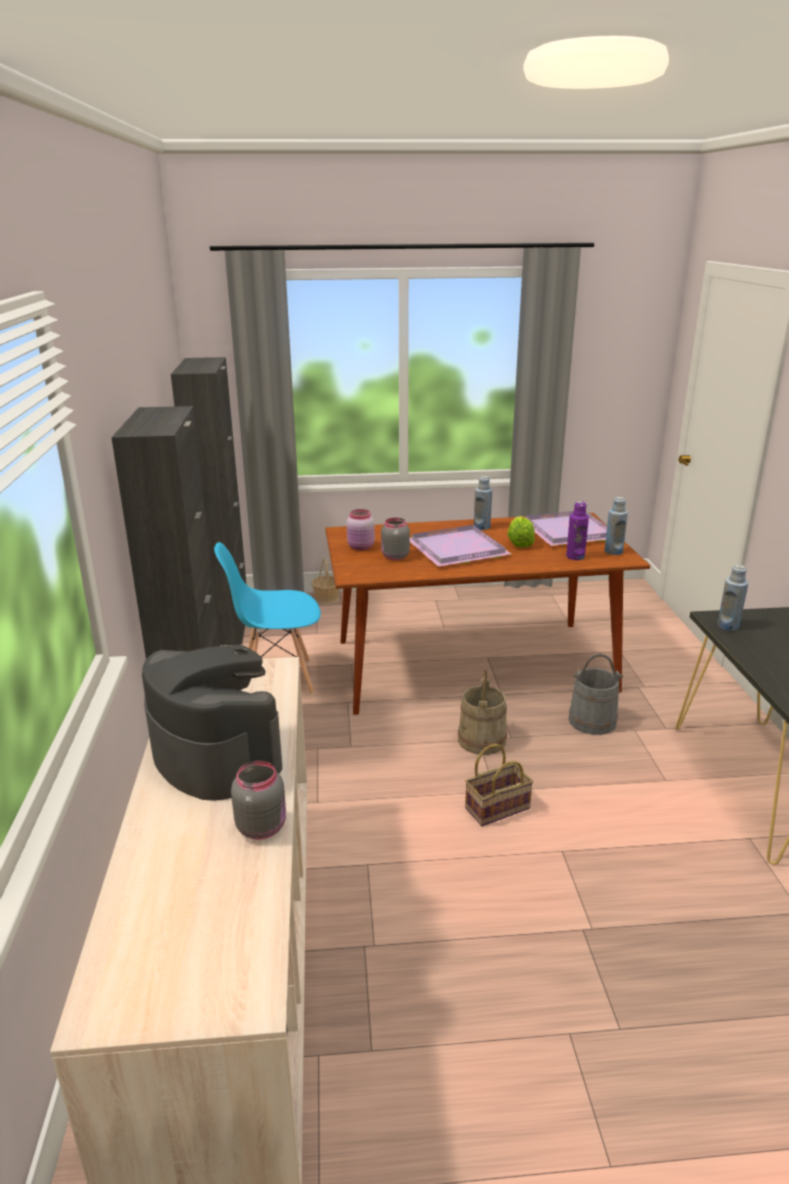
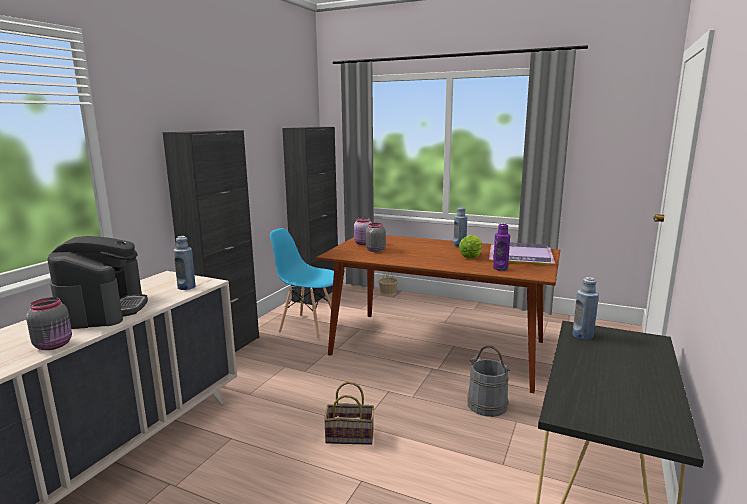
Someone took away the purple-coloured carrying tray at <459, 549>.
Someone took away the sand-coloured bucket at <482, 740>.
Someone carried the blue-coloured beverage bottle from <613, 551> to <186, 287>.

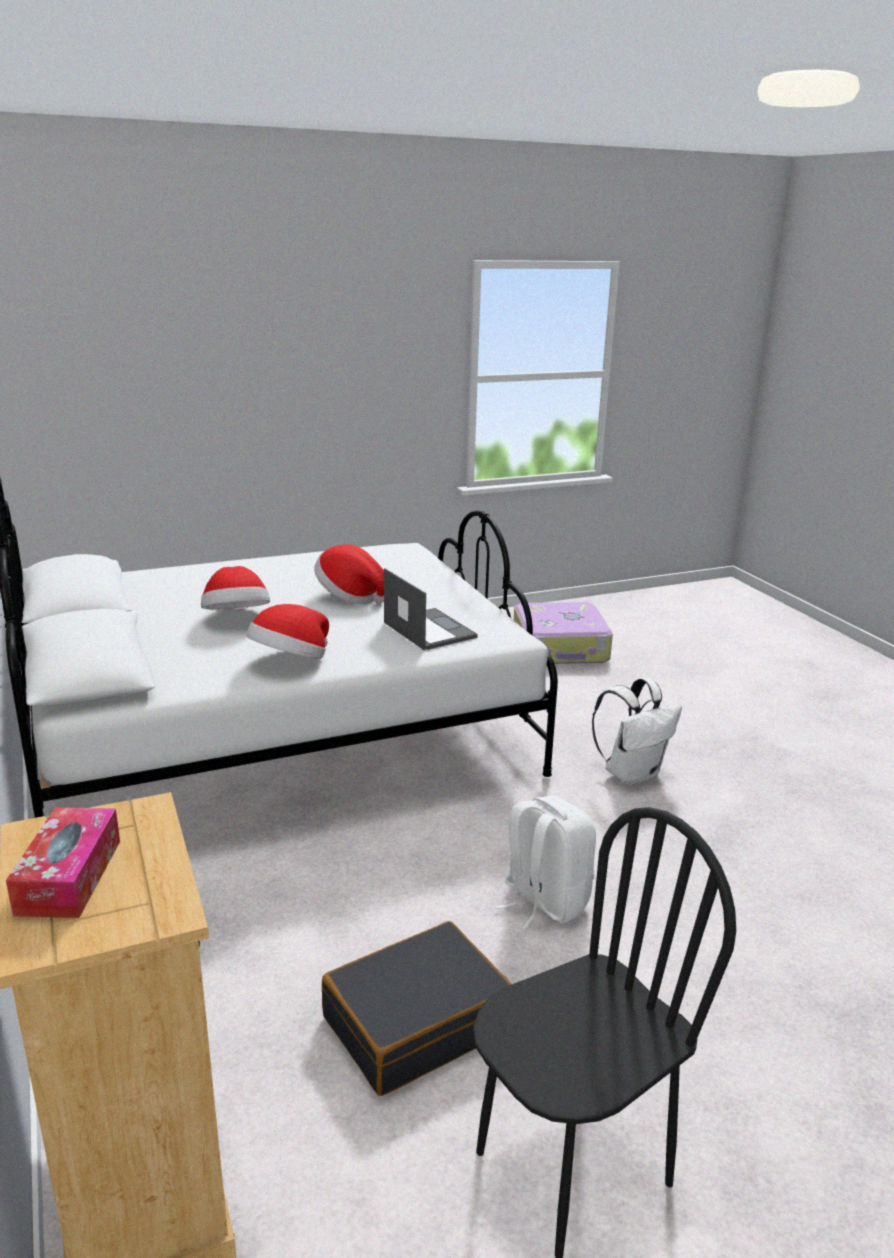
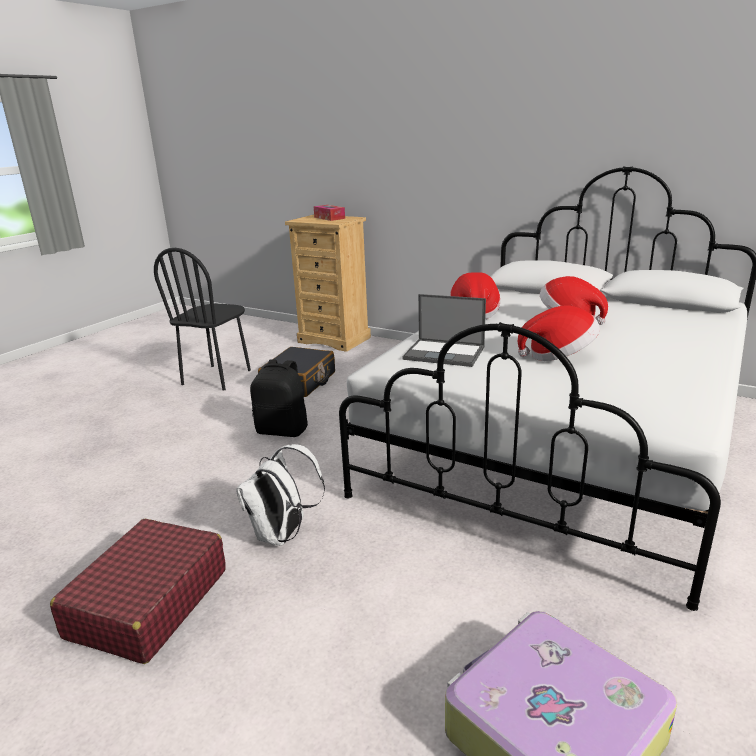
Someone repainted the whitish backpack at <543, 901>, which became the black backpack at <283, 430>.
Someone put down the red suitcase at <148, 603>.

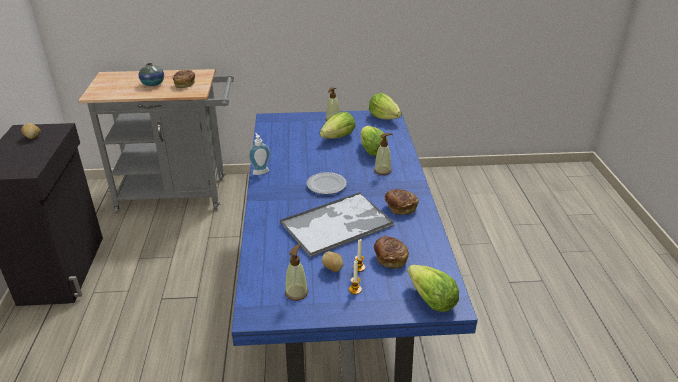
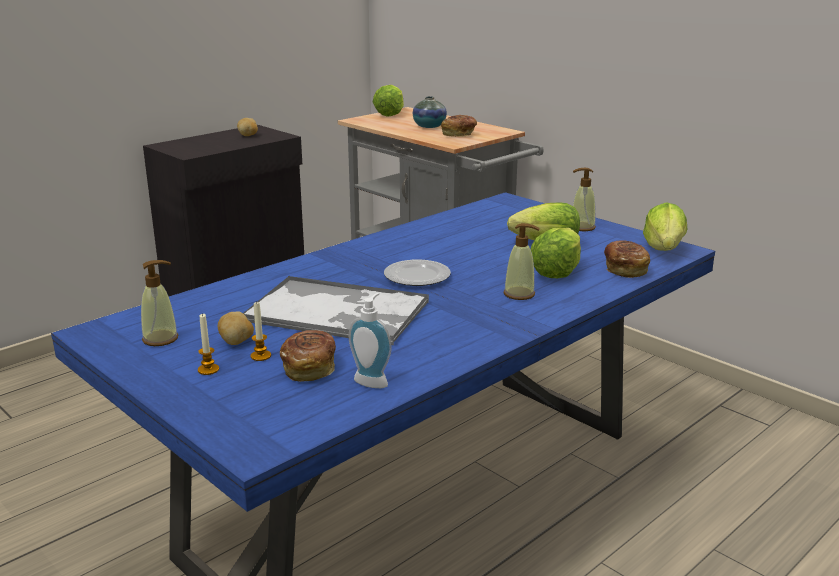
Someone carried the liquid soap bottle from <260, 171> to <373, 380>.
Someone carried the baked bread from <400, 207> to <625, 269>.
Someone carried the lettuce from <431, 301> to <389, 114>.

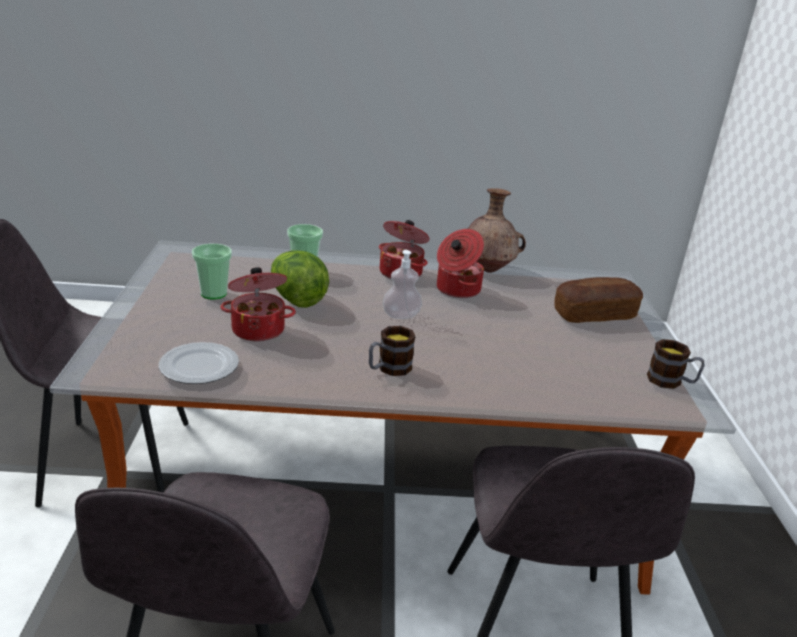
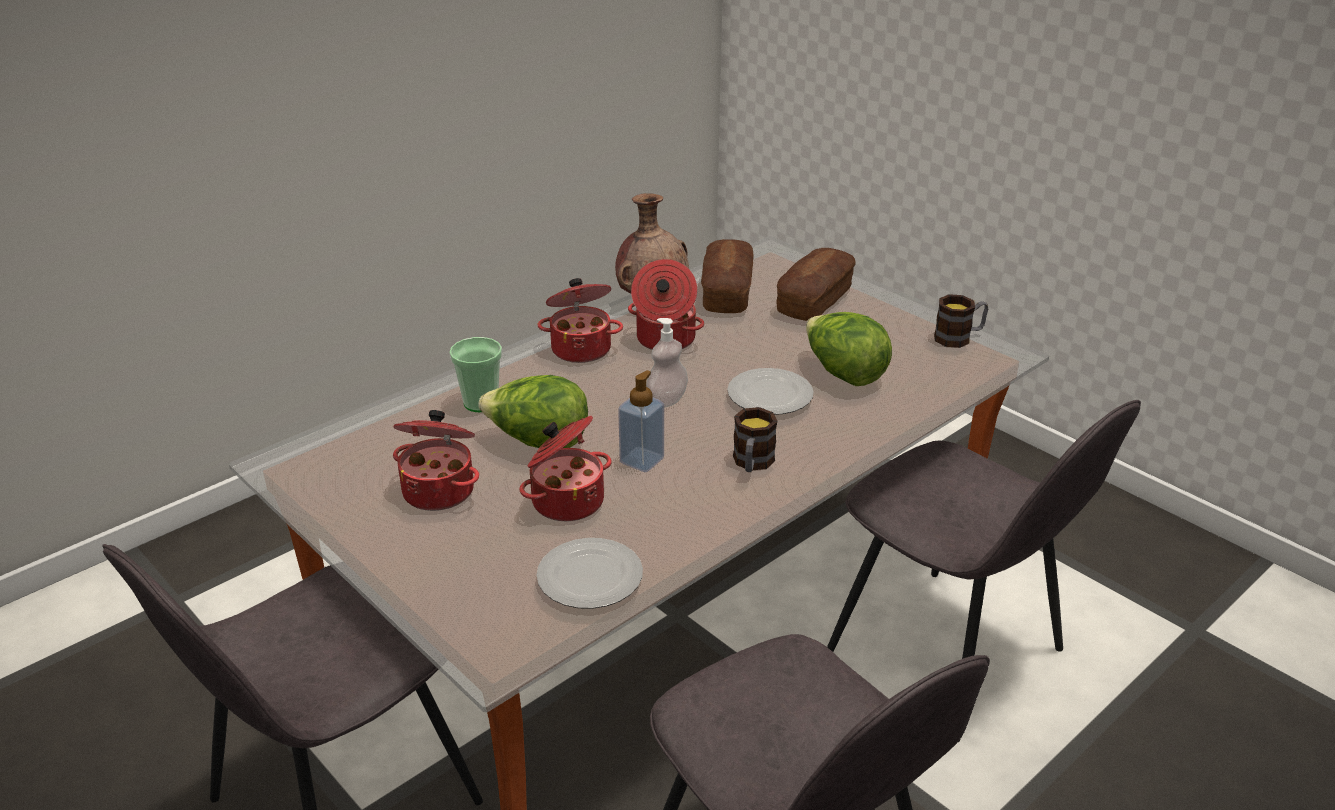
Someone swapped the drinking cup at <213, 293> for the cooking pot at <440, 490>.
Someone put down the liquid soap bottle at <642, 460>.
Someone put down the baked bread at <727, 293>.
Someone put down the plate at <769, 395>.
Someone put down the lettuce at <843, 374>.

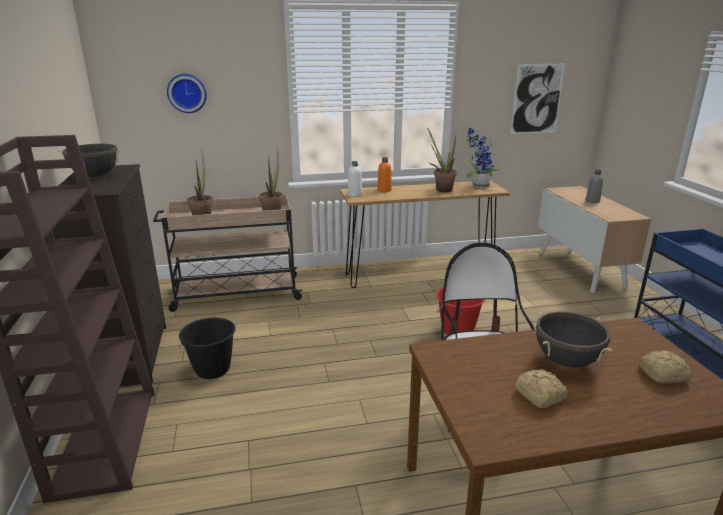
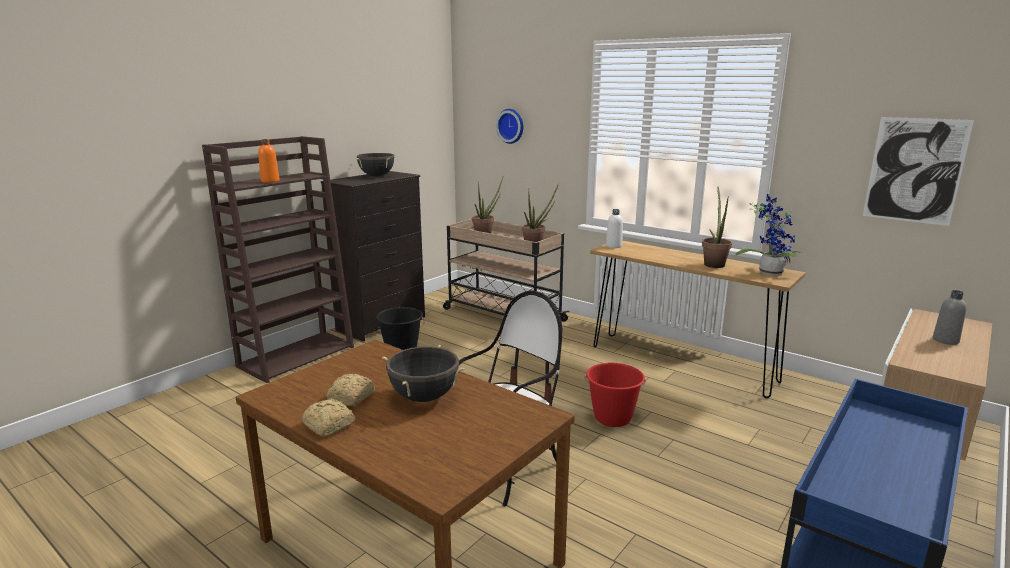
Someone carried the orangey beverage bottle from <384, 190> to <270, 181>.
Someone carried the baked bread from <664, 374> to <329, 426>.

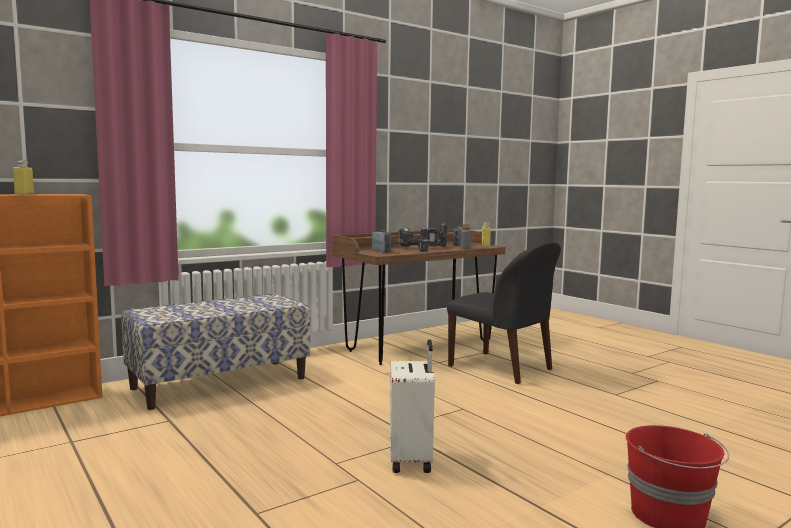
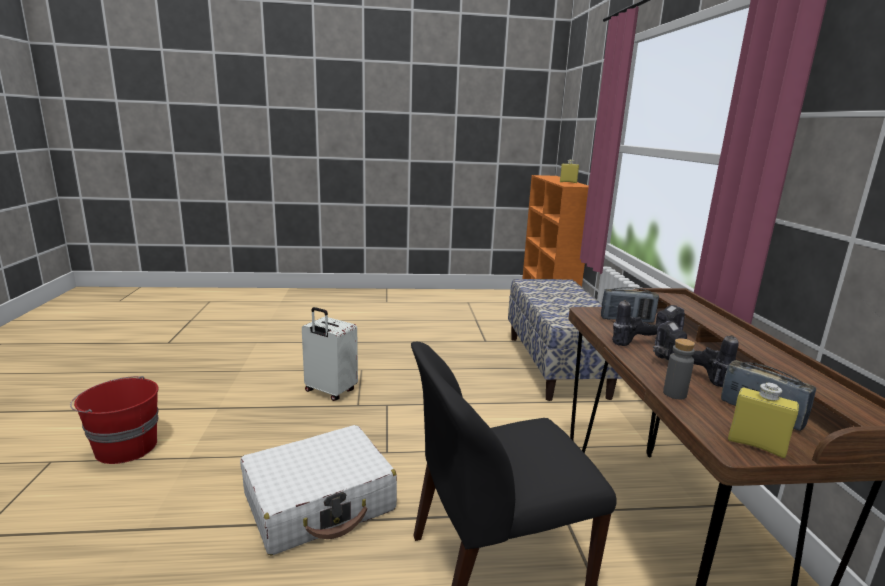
Someone put down the whitish suitcase at <320, 502>.

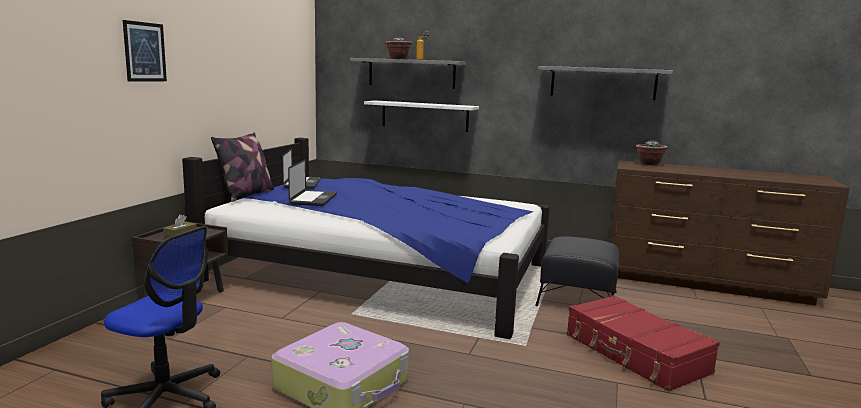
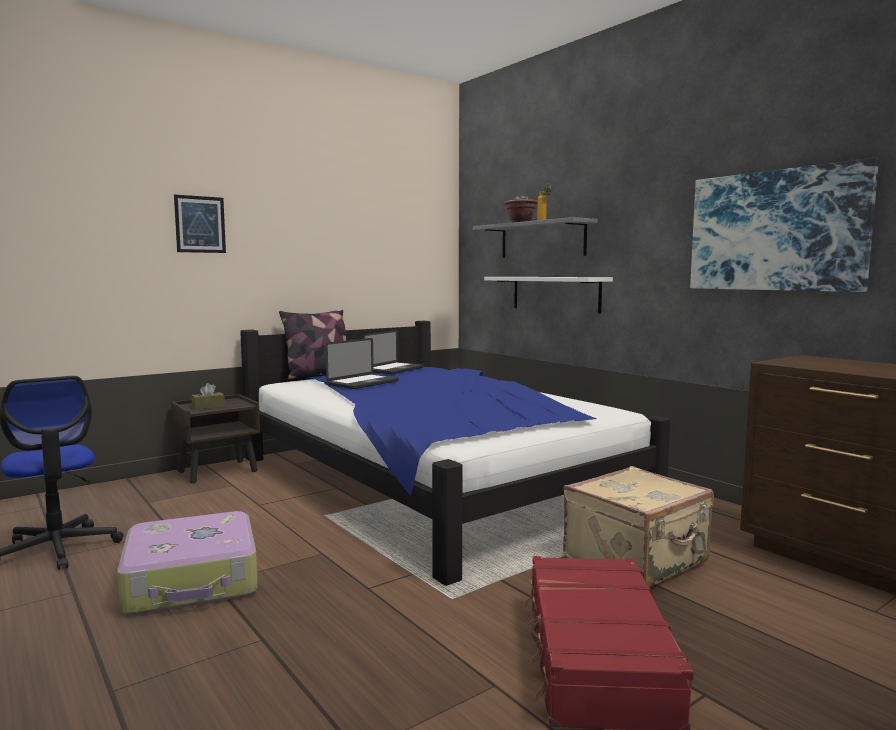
Someone swapped the black pouffe at <577, 299> for the sand-coloured suitcase at <637, 562>.
Someone swapped the grey wall shelf at <603, 83> for the wall picture at <775, 231>.
Someone took away the plant in a pot at <649, 164>.

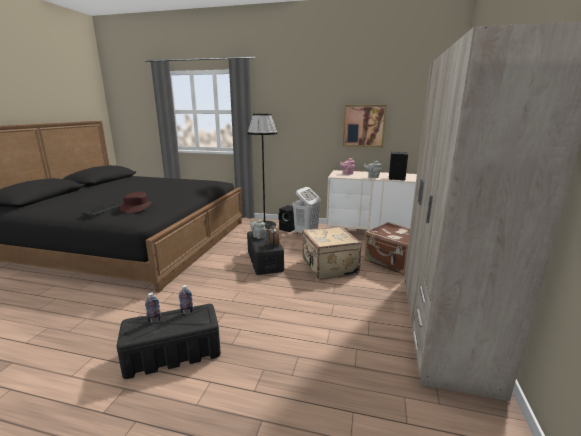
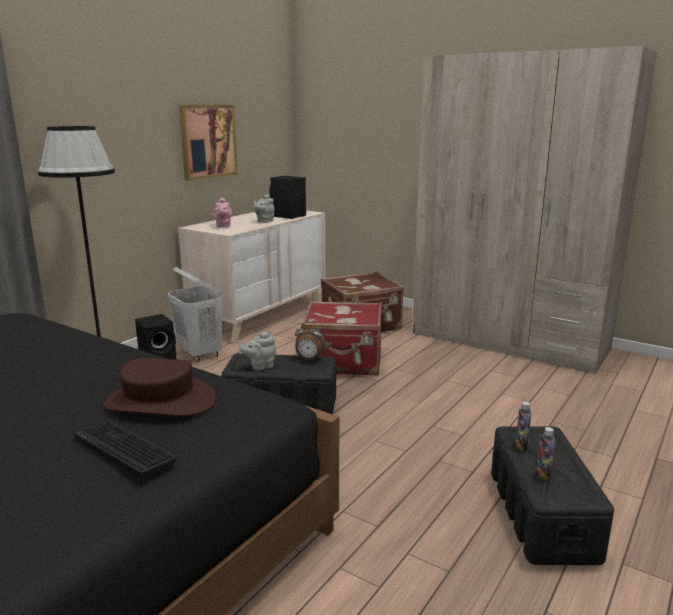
Someone repainted the sand-coloured suitcase at <328, 267>, which became the red suitcase at <344, 363>.

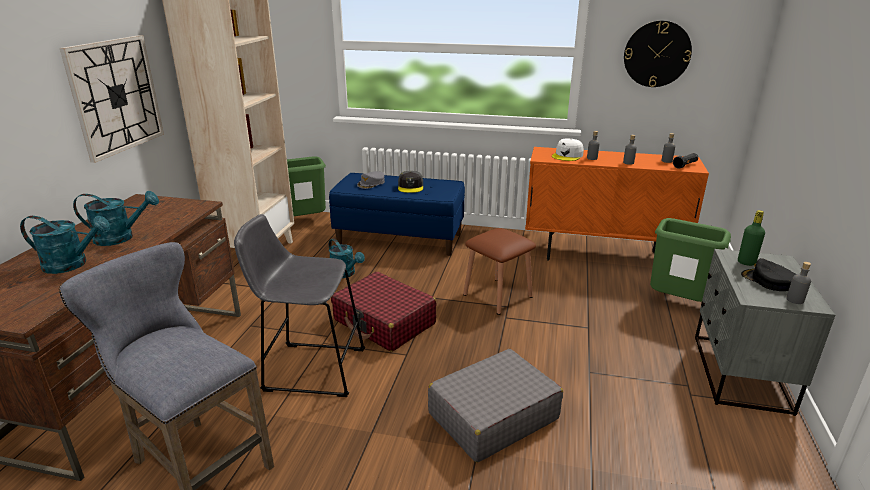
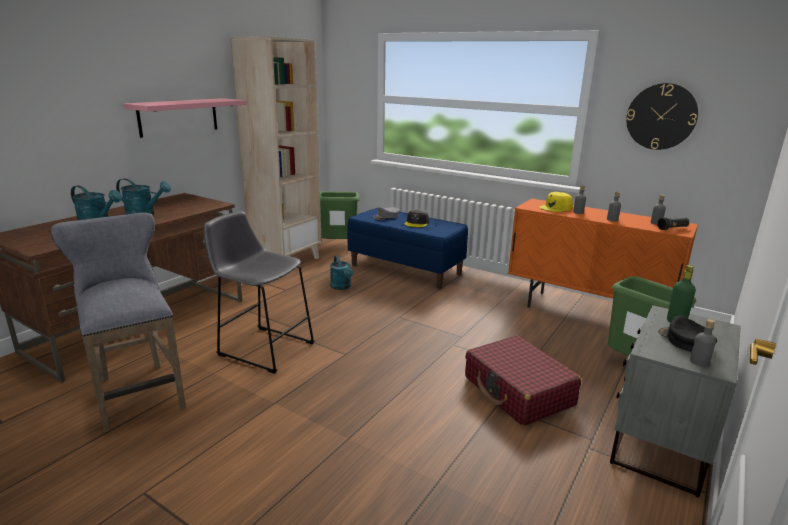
Someone swapped the clock on the wall at <115, 96> for the pinkish wall shelf at <178, 117>.
Someone carried the red suitcase from <384, 322> to <518, 391>.
Someone took away the grey suitcase at <492, 416>.
Someone took away the brownish stool at <497, 295>.
Someone repainted the whitish peaked cap at <567, 155>, which became the yellow-coloured peaked cap at <556, 208>.

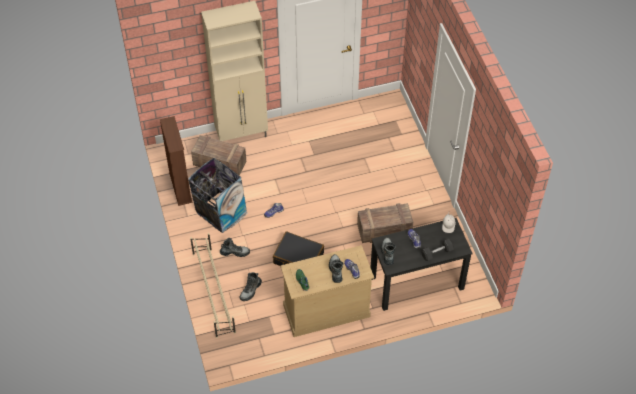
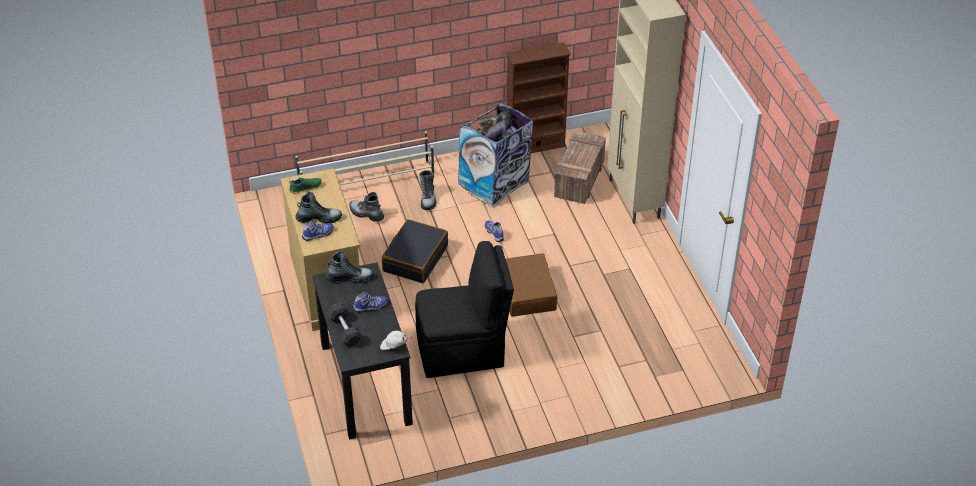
Someone swapped the shipping crate at <385, 229> for the black upright chair at <463, 351>.
Someone put down the brownish suitcase at <526, 292>.

